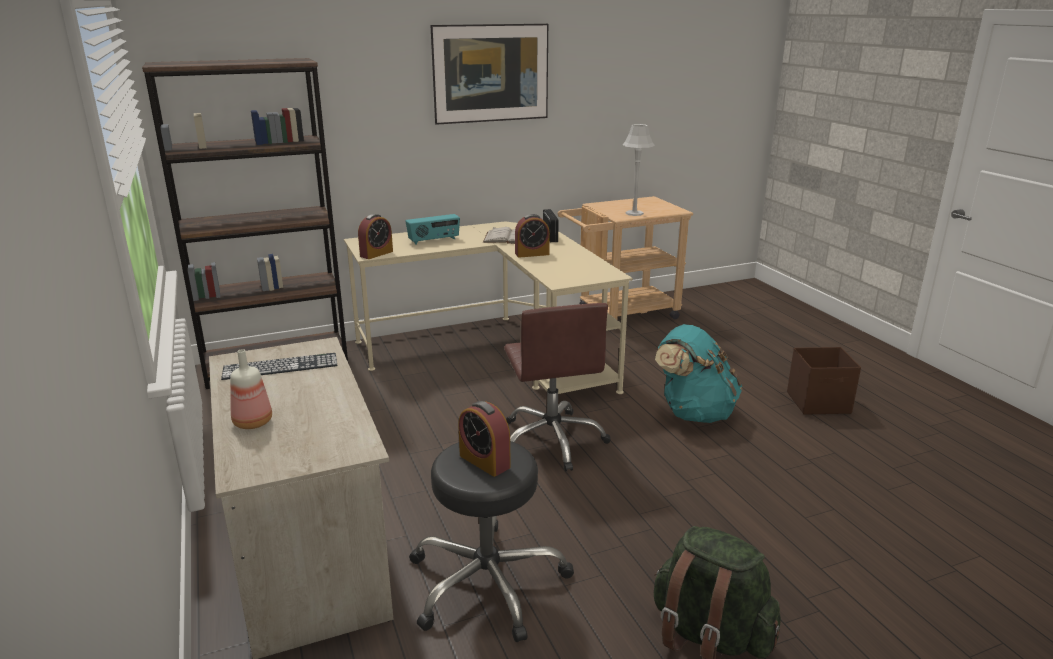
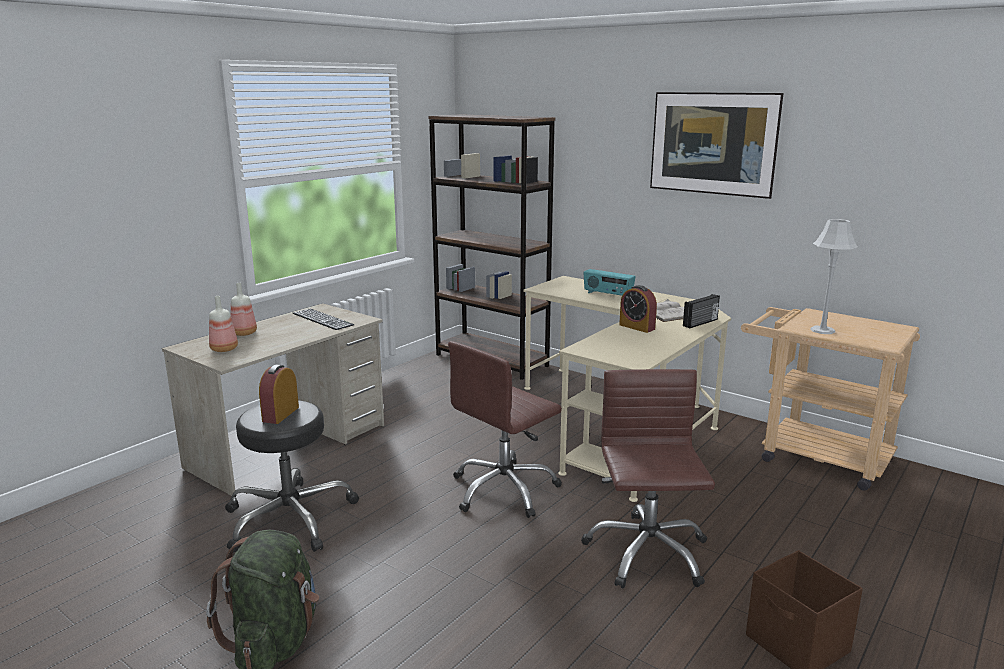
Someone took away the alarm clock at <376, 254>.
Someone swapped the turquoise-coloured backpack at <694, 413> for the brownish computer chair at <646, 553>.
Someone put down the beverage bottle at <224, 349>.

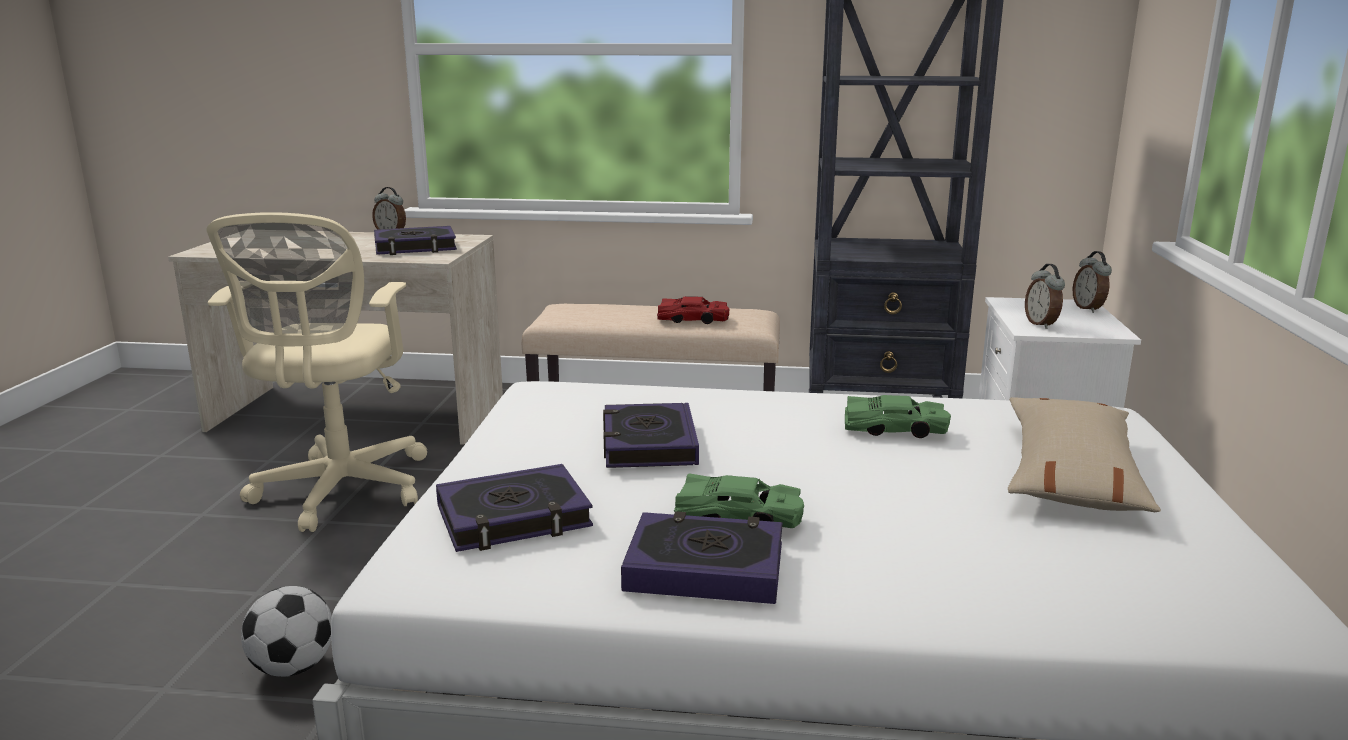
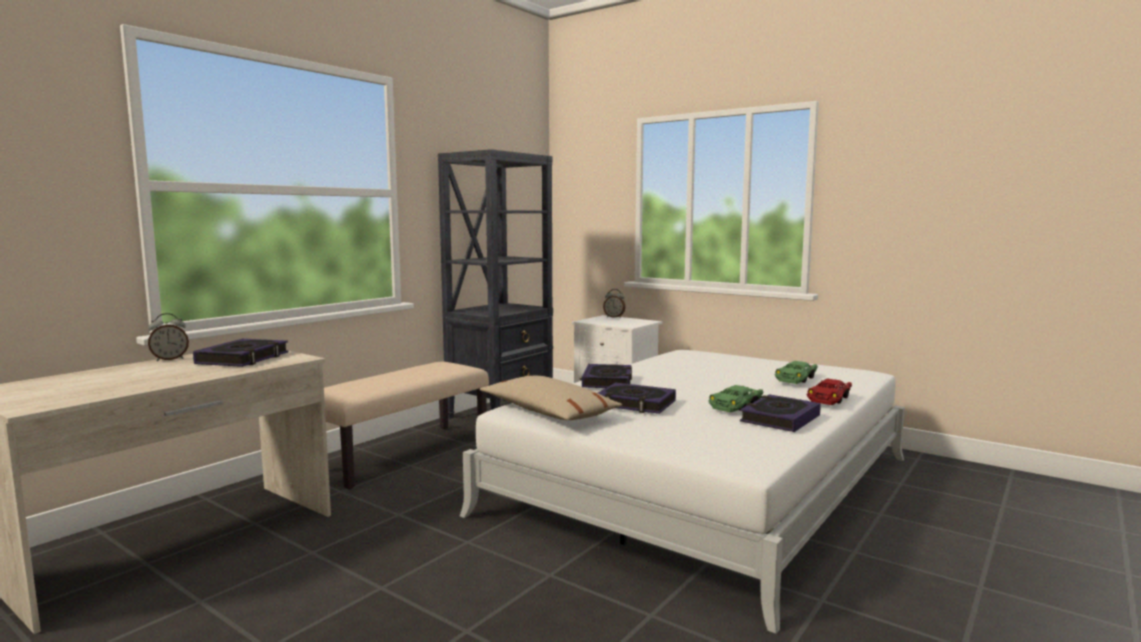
Someone took away the sand-coloured computer chair at <339, 493>.
Someone took away the football ball at <293, 667>.
Someone carried the bound book from <514, 518> to <607, 381>.
Someone carried the red model car from <692, 319> to <830, 399>.
Someone carried the green model car from <894, 429> to <797, 379>.
Someone carried the sand-coloured pillow from <1071, 475> to <548, 412>.
Someone took away the alarm clock at <1041, 324>.

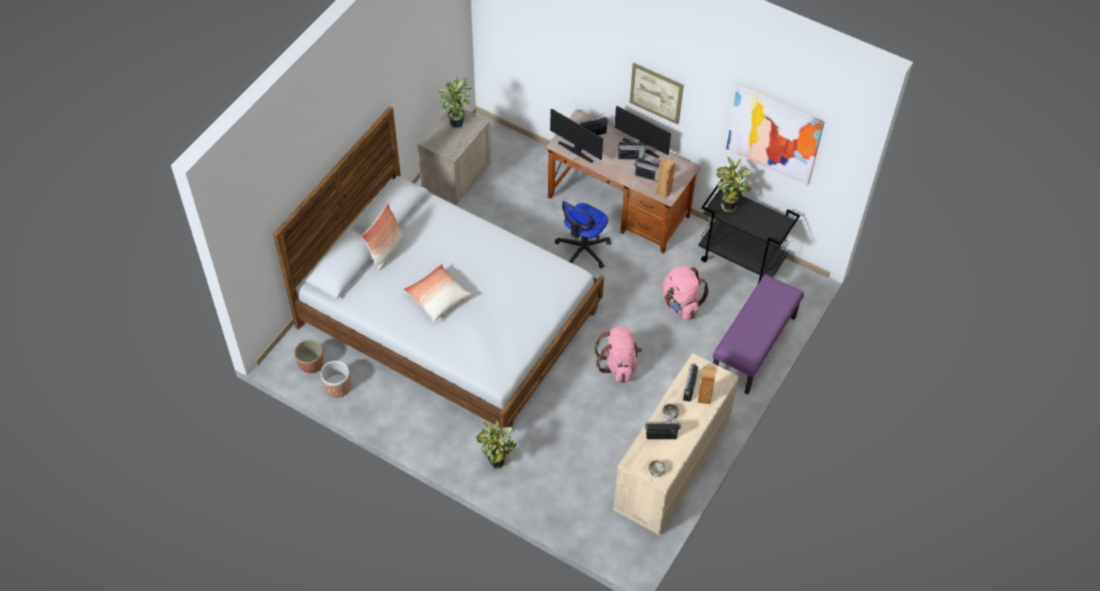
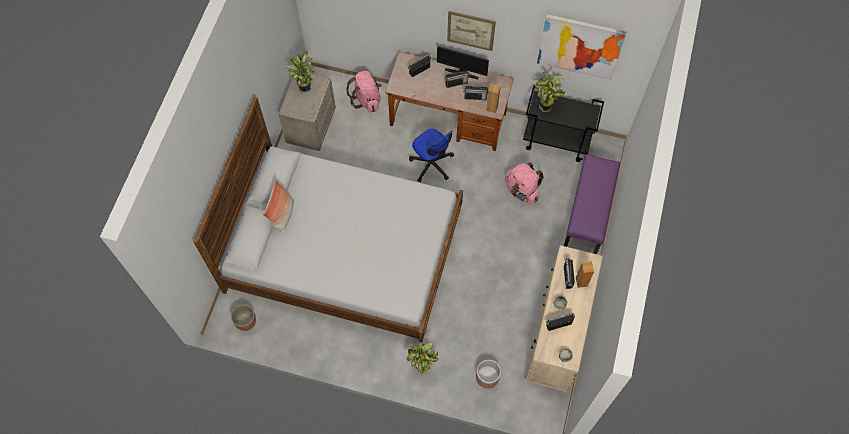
Someone carried the planter from <337, 386> to <487, 377>.
Someone took away the pillow at <438, 297>.
Someone took away the computer screen at <576, 151>.
Someone rotated the computer chair at <583, 250> by 60 degrees counterclockwise.
Someone carried the pinkish backpack from <618, 364> to <366, 99>.

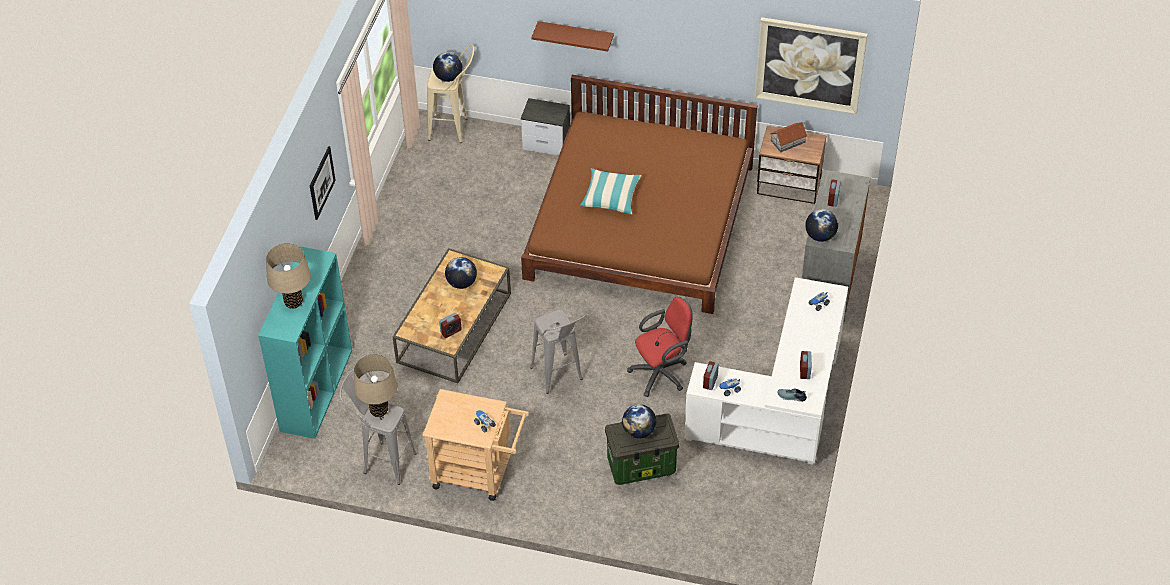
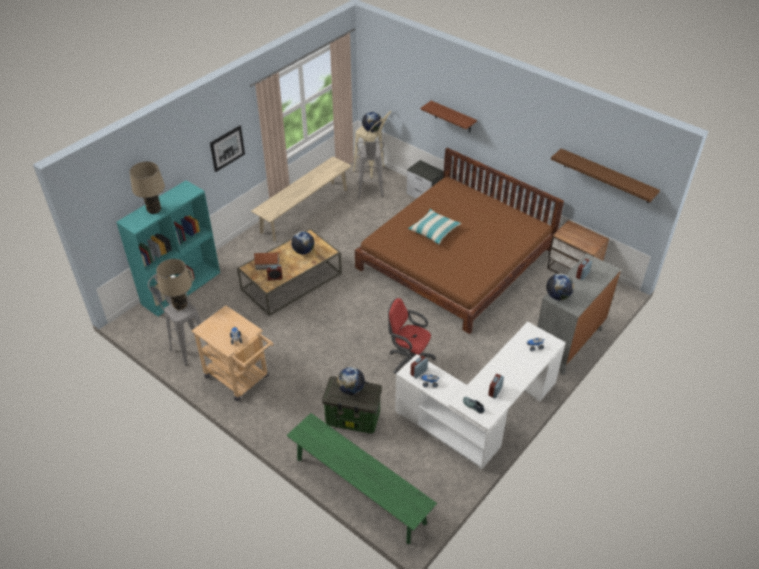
Someone carried the grey stool from <560, 379> to <370, 193>.
Someone rotated the red computer chair at <662, 373> by 150 degrees counterclockwise.
Someone swapped the wall picture at <810, 65> for the brownish wall shelf at <607, 176>.
Someone carried the miniature house from <788, 141> to <267, 264>.
Someone put down the sand-coloured long seat at <304, 210>.
Someone put down the green long seat at <359, 490>.

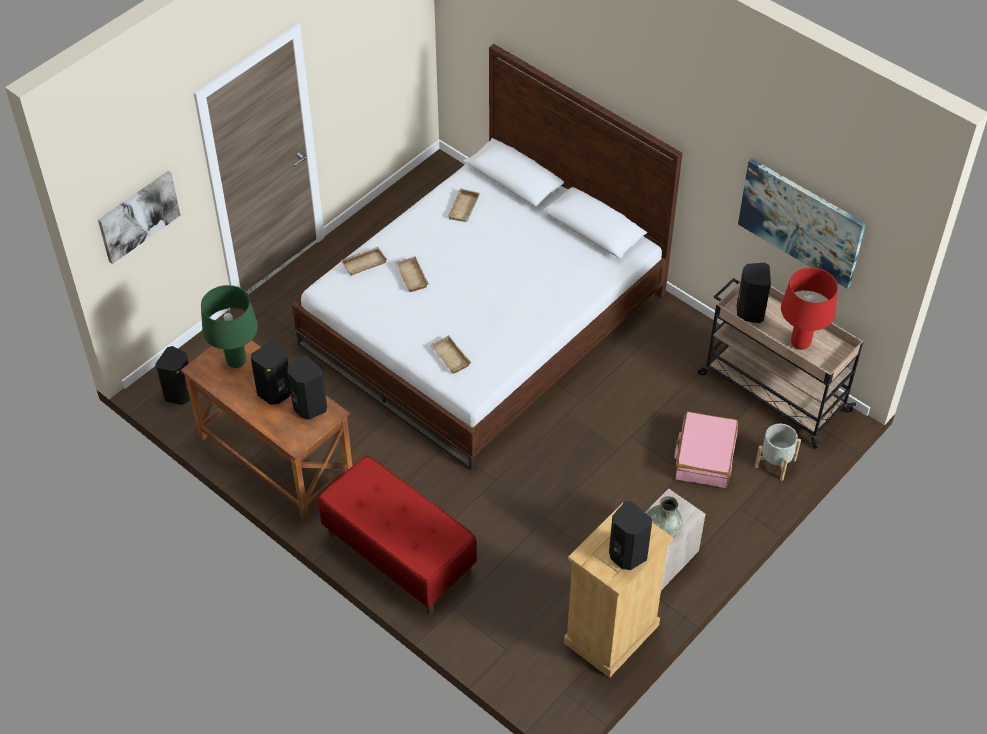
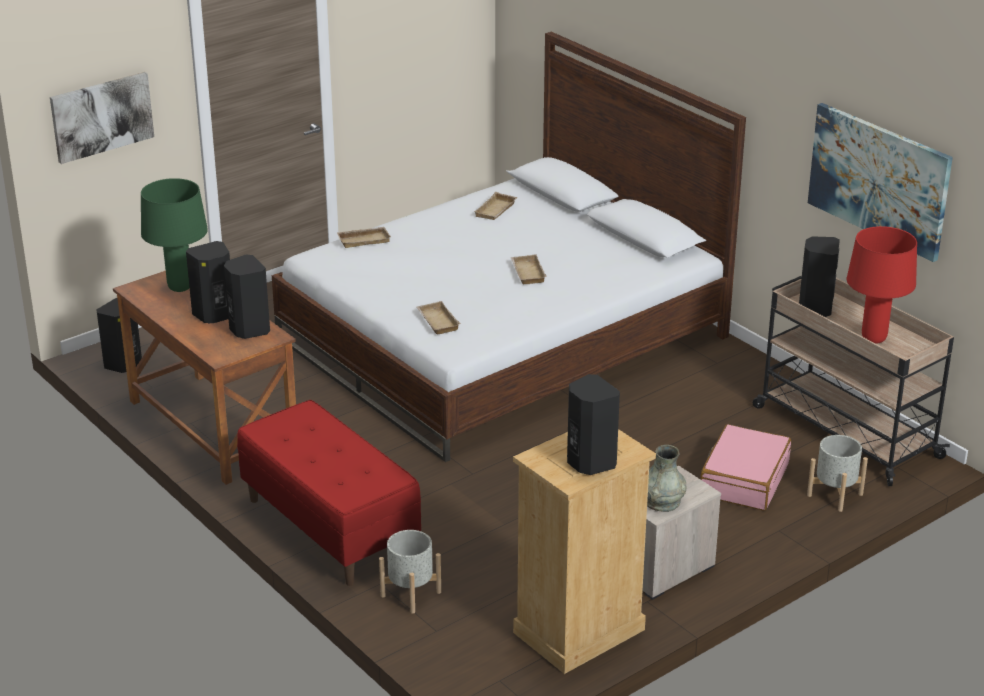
Someone carried the sand-coloured carrying tray from <410, 277> to <526, 273>.
Someone put down the grey planter at <411, 594>.

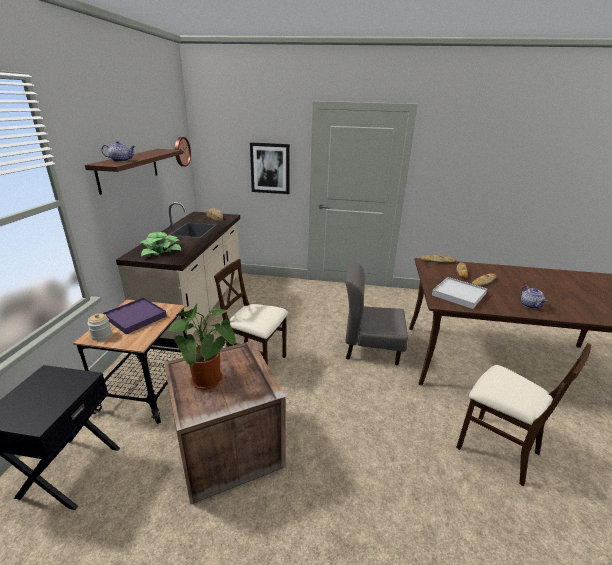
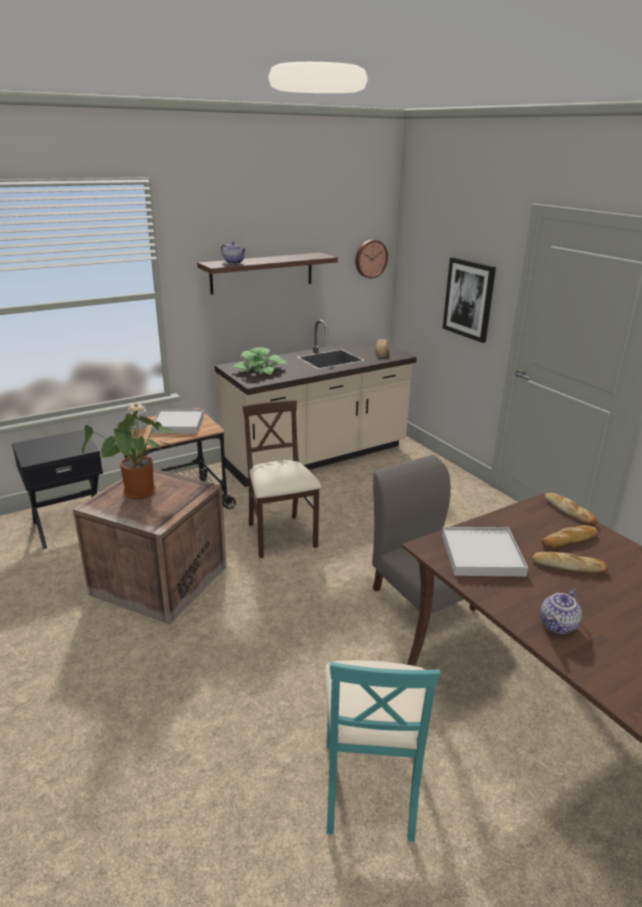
Someone repainted the purple-coloured carrying tray at <135, 317>, which became the whitish carrying tray at <178, 423>.
Someone repainted the sand-coloured upright chair at <497, 448>, which became the turquoise-coloured upright chair at <370, 786>.

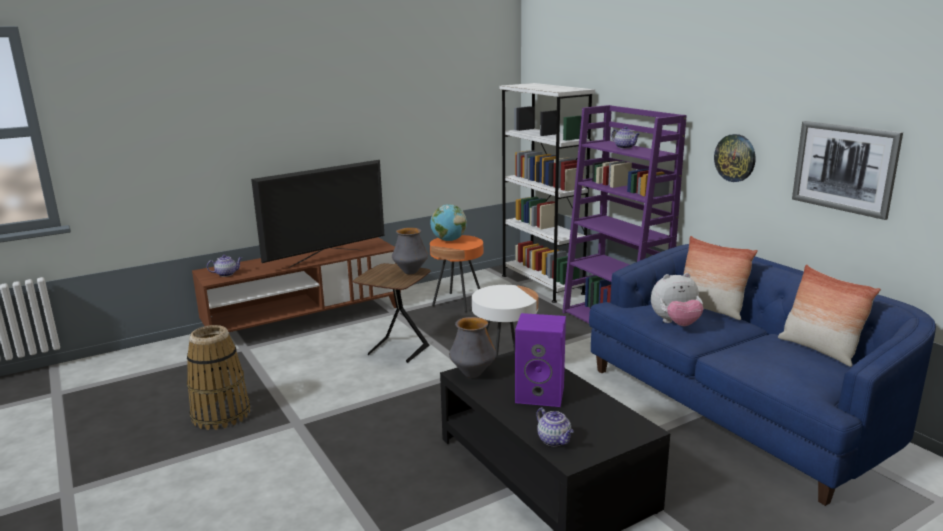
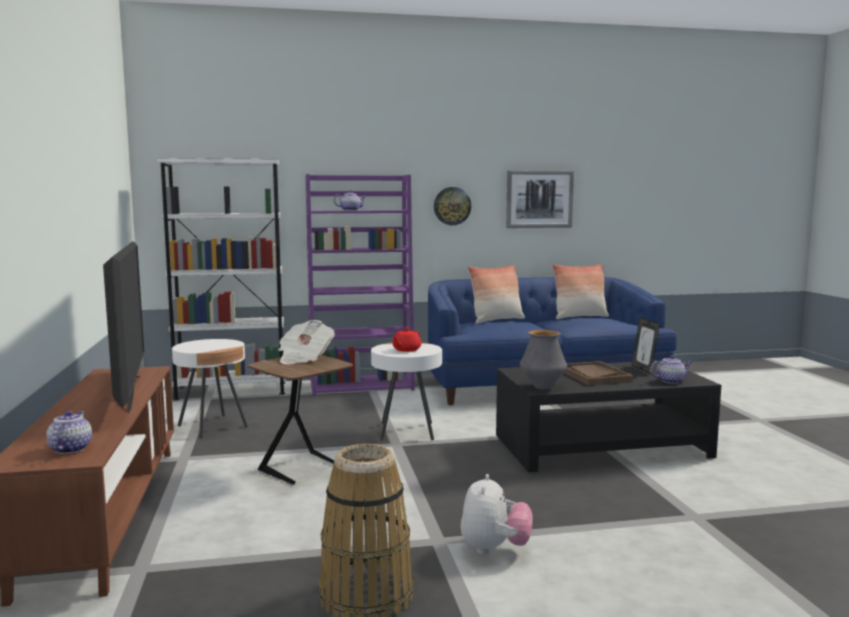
Someone swapped the vase at <410, 272> for the newspaper at <304, 358>.
Someone took away the globe at <448, 240>.
Someone repainted the orangey accent table at <458, 302>, which became the whitish accent table at <212, 426>.
Someone swapped the purple-coloured audio speaker at <541, 394> for the brownish carrying tray at <594, 375>.
Someone carried the cuddly toy from <675, 324> to <494, 549>.
Someone put down the red teapot at <406, 350>.
Someone put down the photo frame at <644, 369>.

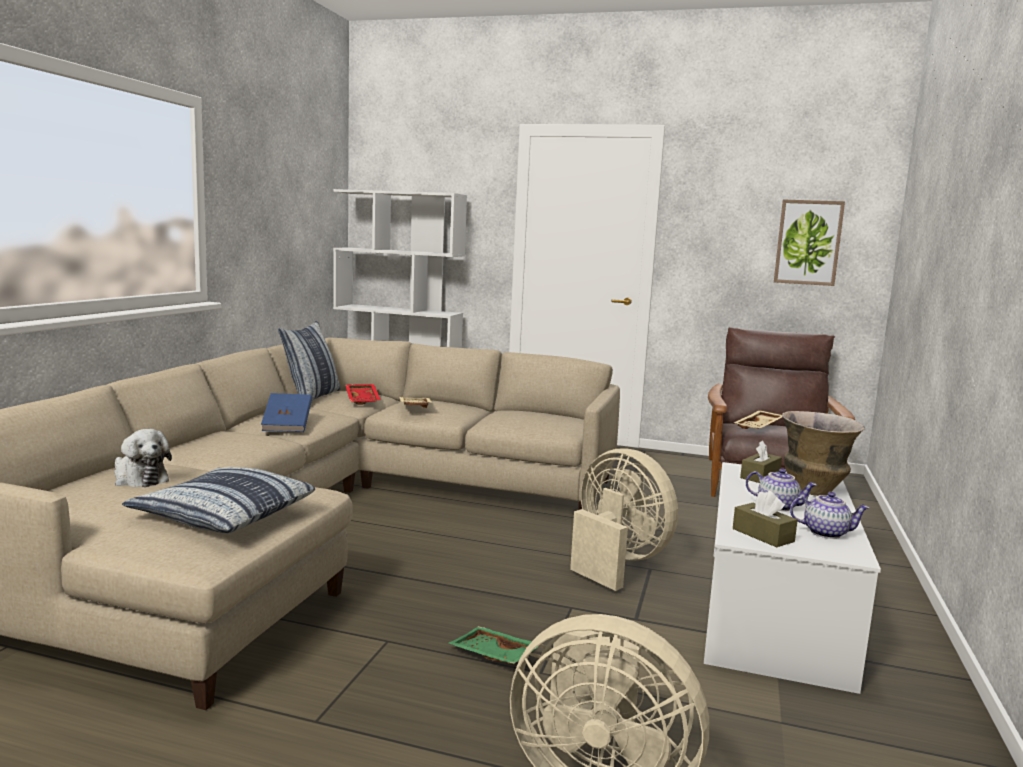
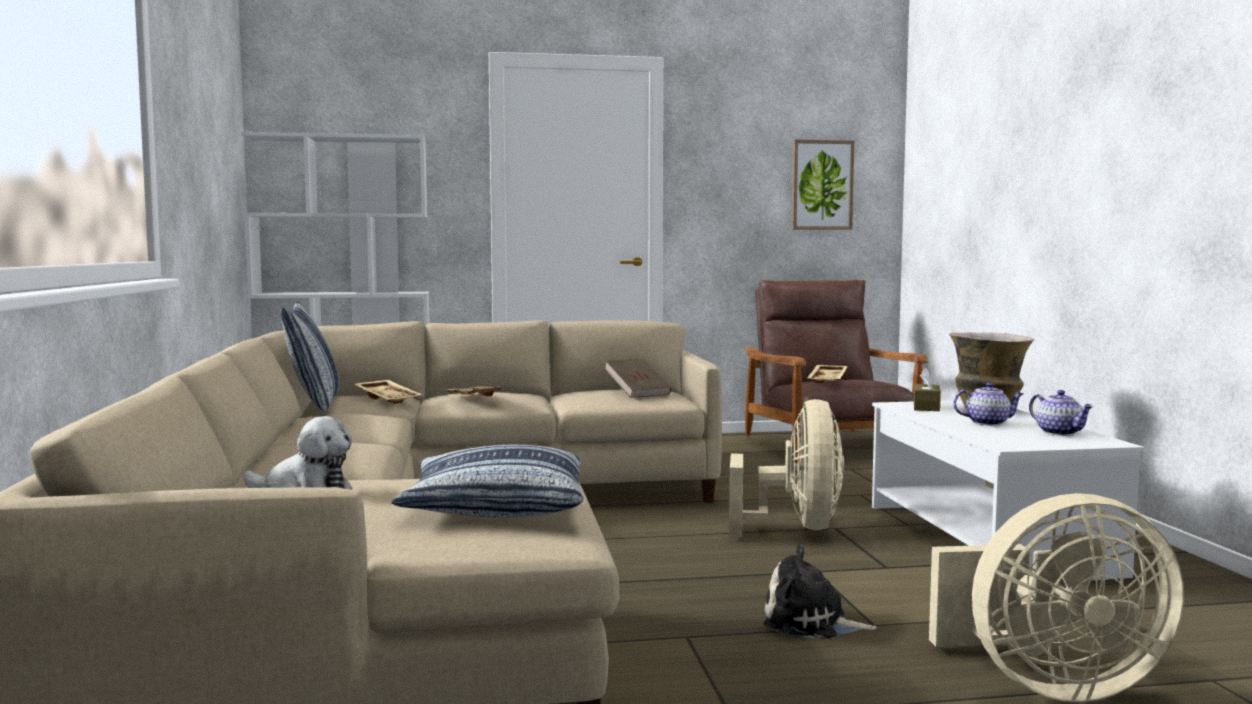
Someone took away the blue-coloured bound book at <287, 426>.
Someone repainted the red carrying tray at <363, 399>, which became the sand-coloured carrying tray at <389, 399>.
Someone swapped the green carrying tray at <493, 656> for the cuddly toy at <811, 623>.
Someone rotated the sand-coloured cooling fan at <616, 561> by 75 degrees clockwise.
Someone took away the brownish box of tissues at <763, 535>.
Someone rotated the teapot at <826, 533> by 75 degrees clockwise.
Someone put down the brownish bound book at <637, 393>.

